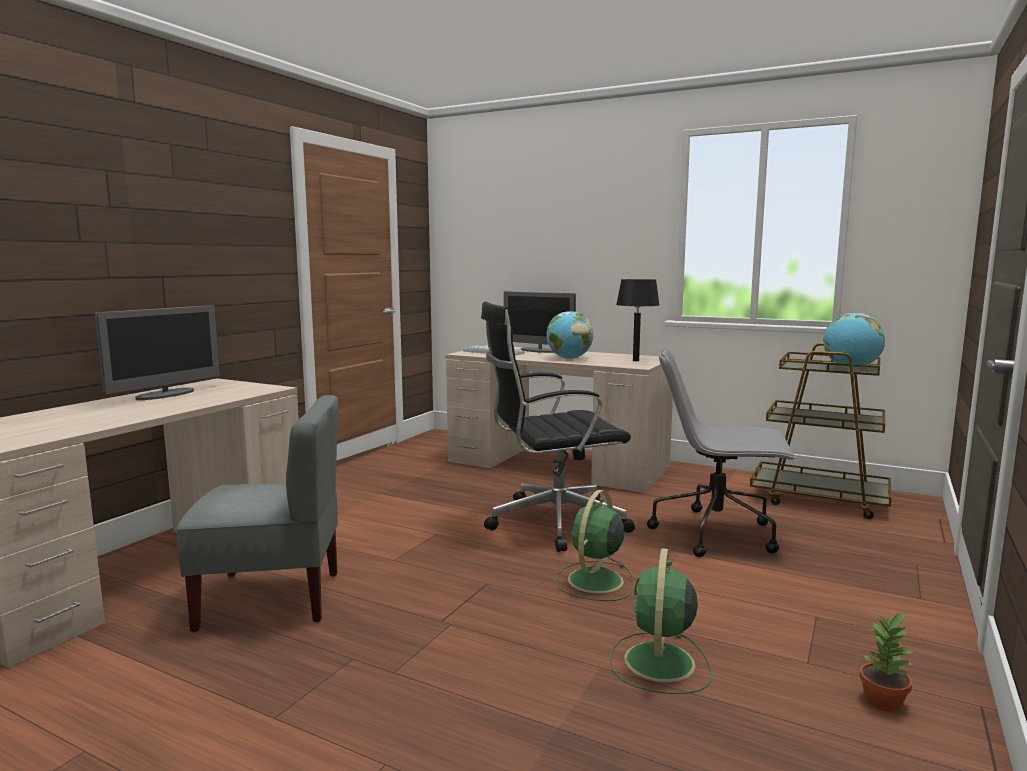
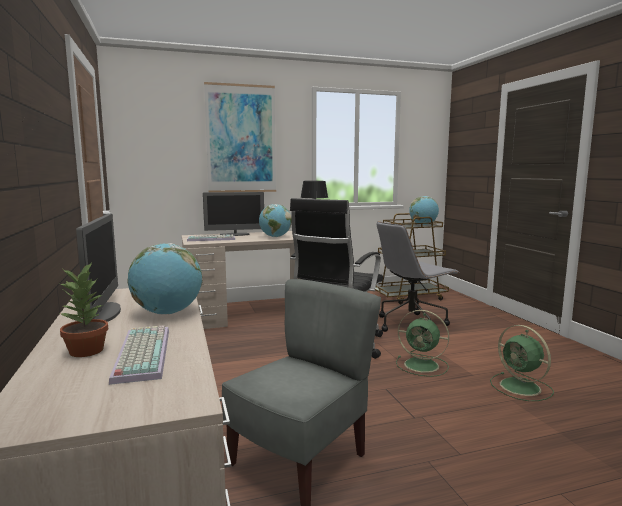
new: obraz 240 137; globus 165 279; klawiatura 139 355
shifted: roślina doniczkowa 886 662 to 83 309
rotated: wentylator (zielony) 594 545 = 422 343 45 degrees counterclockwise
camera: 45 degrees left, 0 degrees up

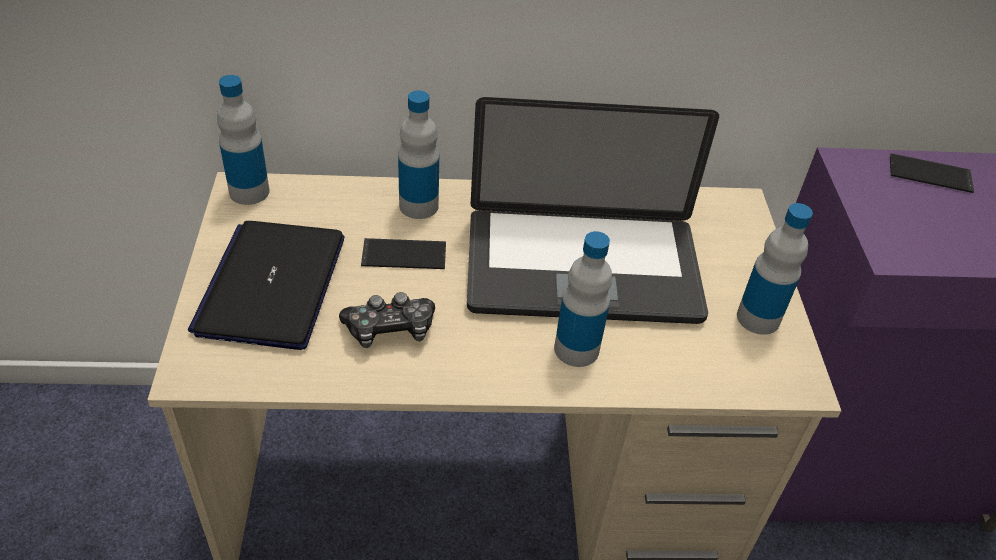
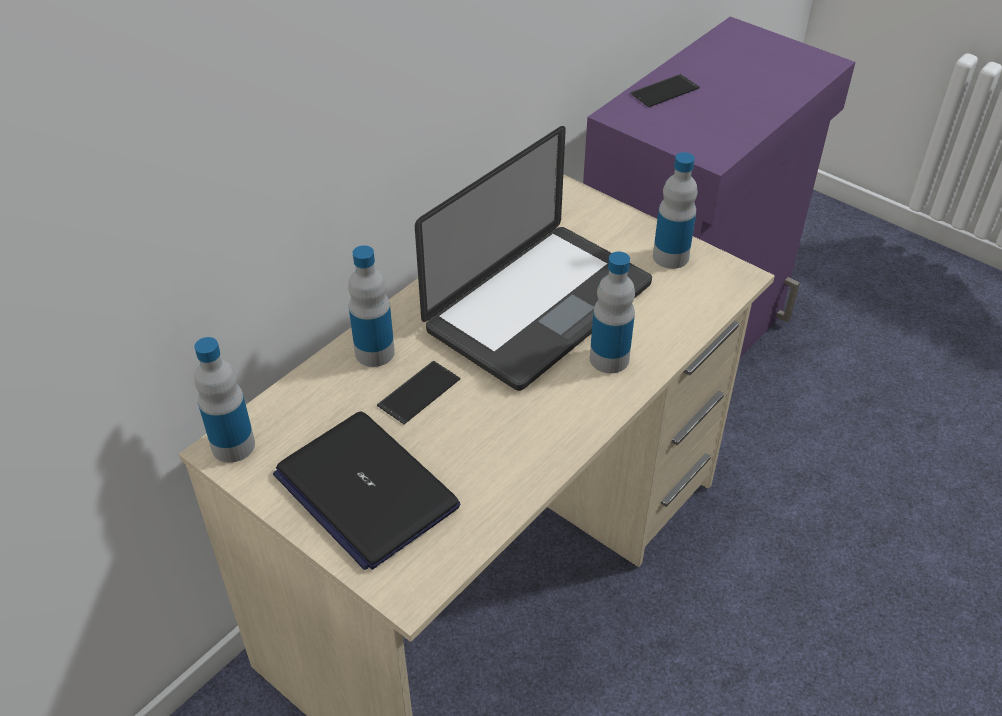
gone: pad do gier 387 320
camera: 45 degrees left, 0 degrees up

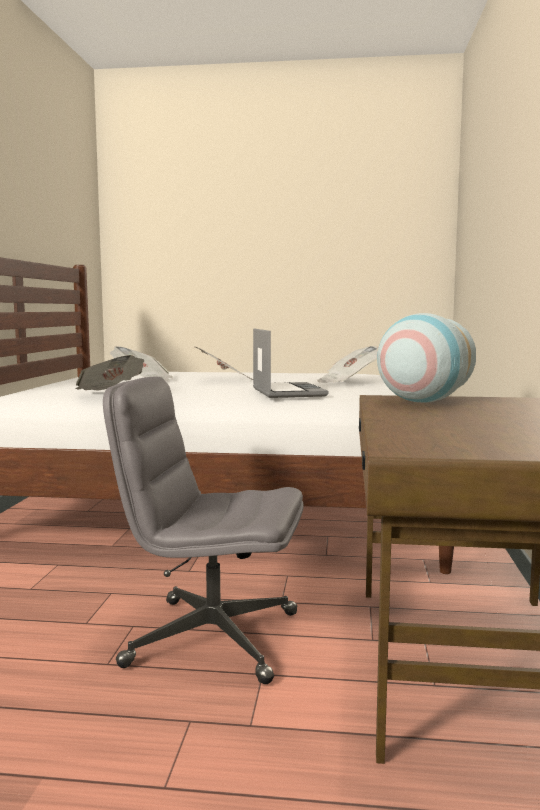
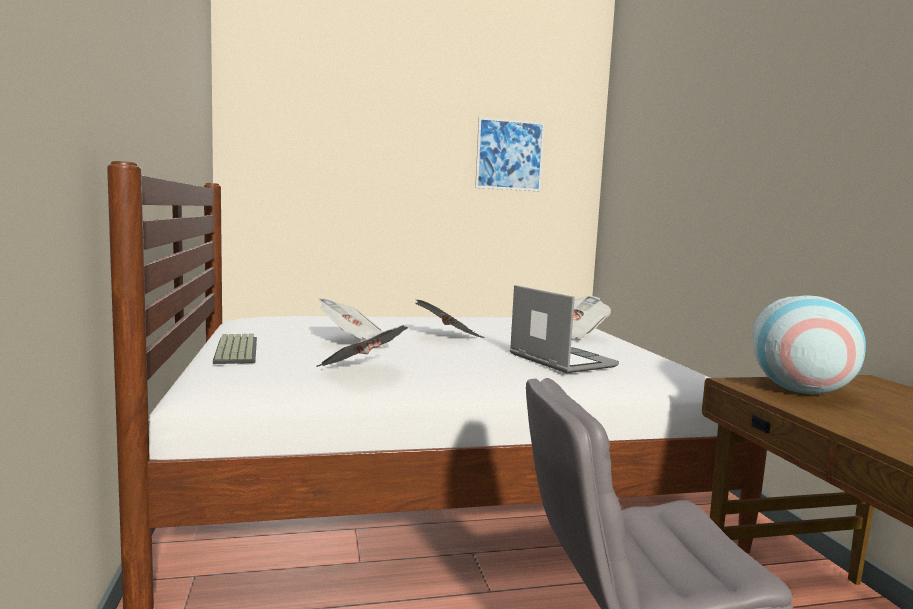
new: obraz 510 154; klawiatura 235 349
camera: 20 degrees left, 0 degrees up

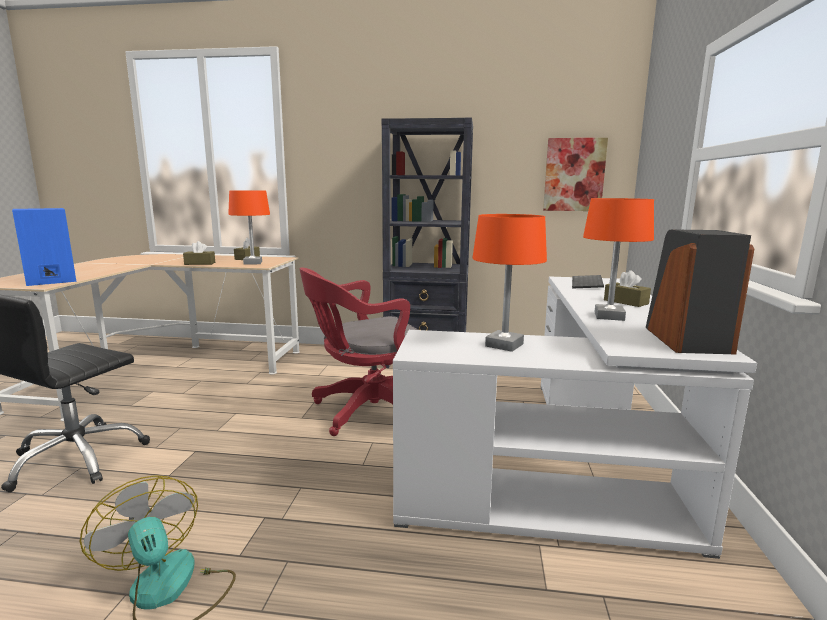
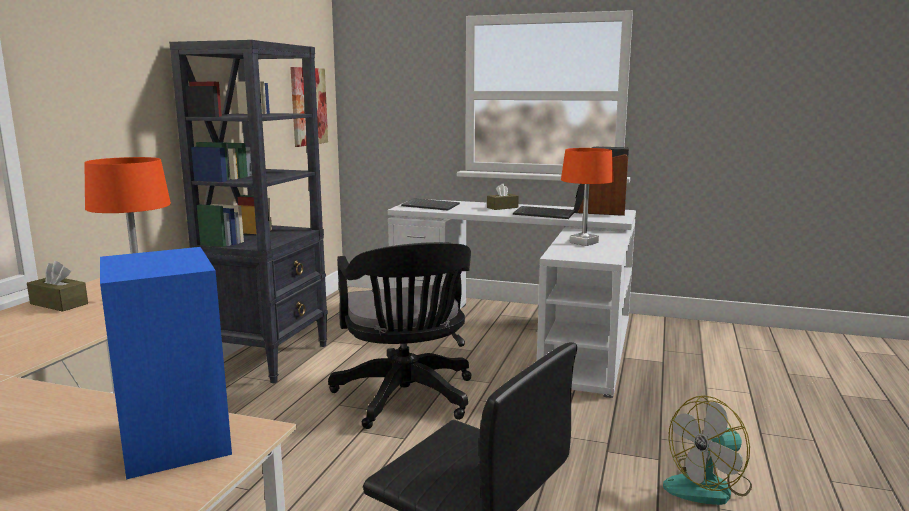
gone: pudełko chusteczek (brązowy) 199 253
swapped: lampa stołowa (pomarańczowy) 618 259 to klawiatura 544 212
repainted: krzesło biurowe (czerwony) 358 352 to krzesło biurowe (czarny) 399 335
camera: 80 degrees left, 0 degrees up

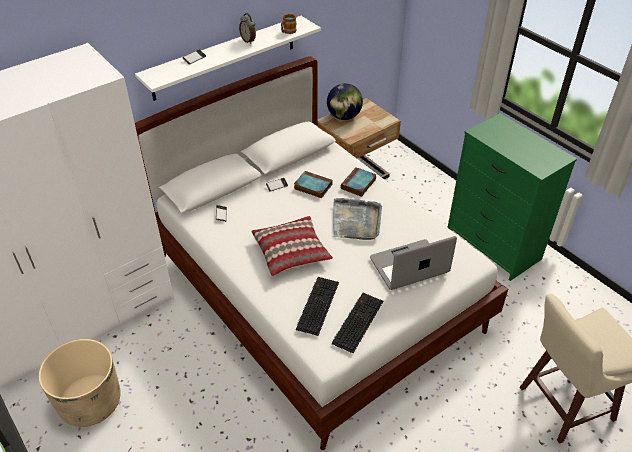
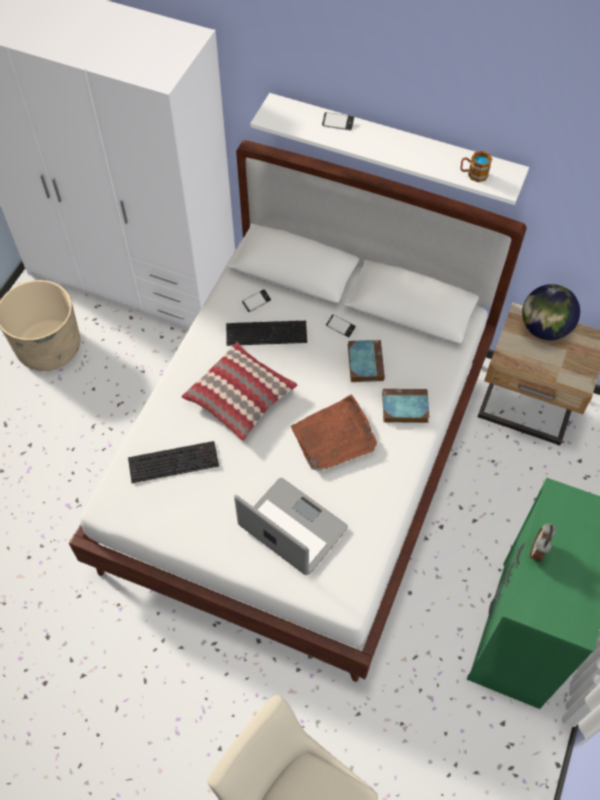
shifted: budzik 247 28 to 543 542; klawiatura 357 323 to 266 333
repainted: taca (szary) 357 219 to taca (brązowy) 334 432
camera: 60 degrees right, 15 degrees up

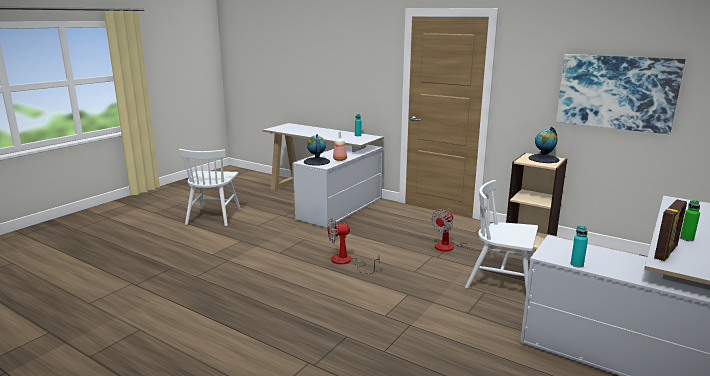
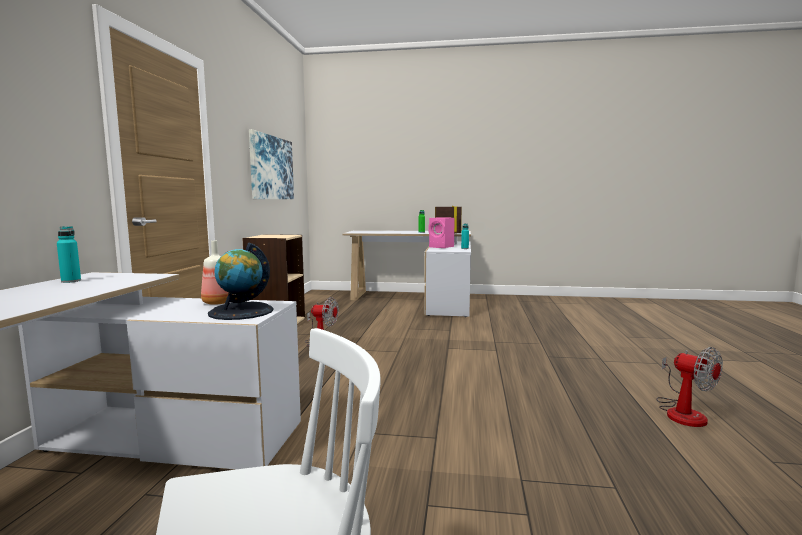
gone: globus 544 145; krzesło (biały) 501 235
new: głośnik (różowy) 441 232
shifted: wentylator 354 246 to 690 387
camera: 115 degrees left, 10 degrees down

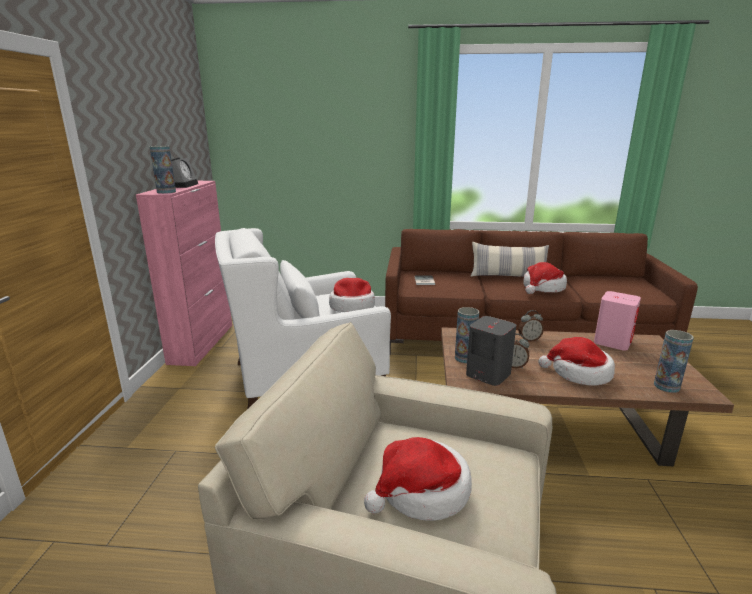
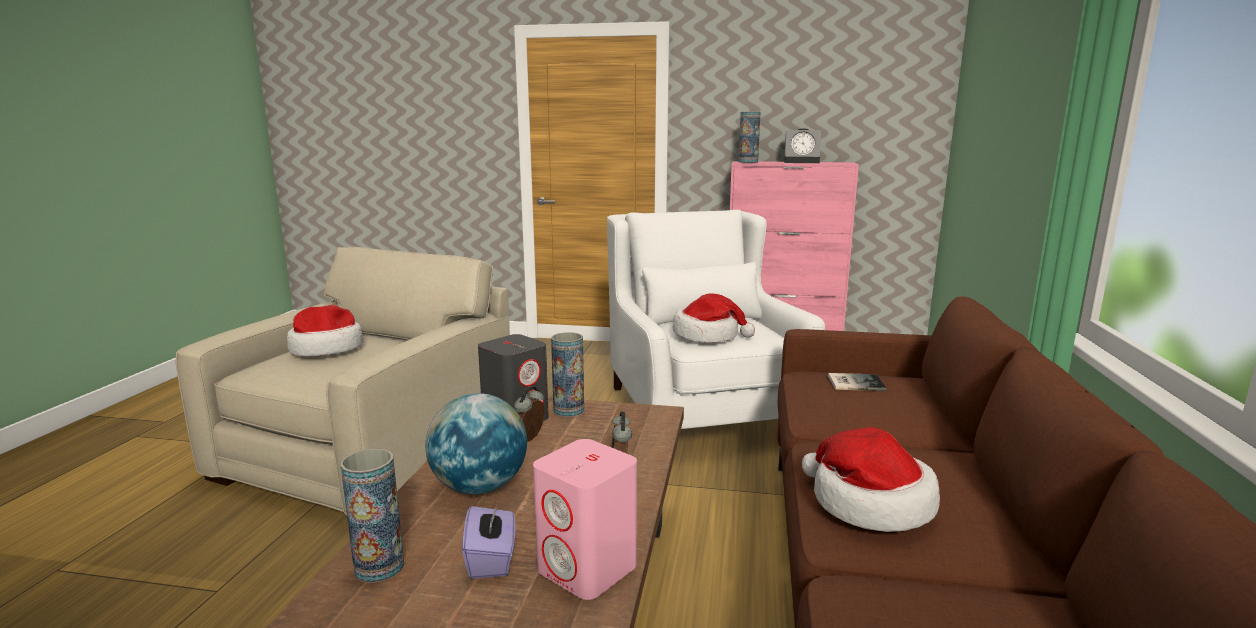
gone: poduszka 510 259
new: pudełko chusteczek (fioletowy) 488 542
swapped: kapelusz 576 361 to globus 476 444
camera: 95 degrees right, 5 degrees down

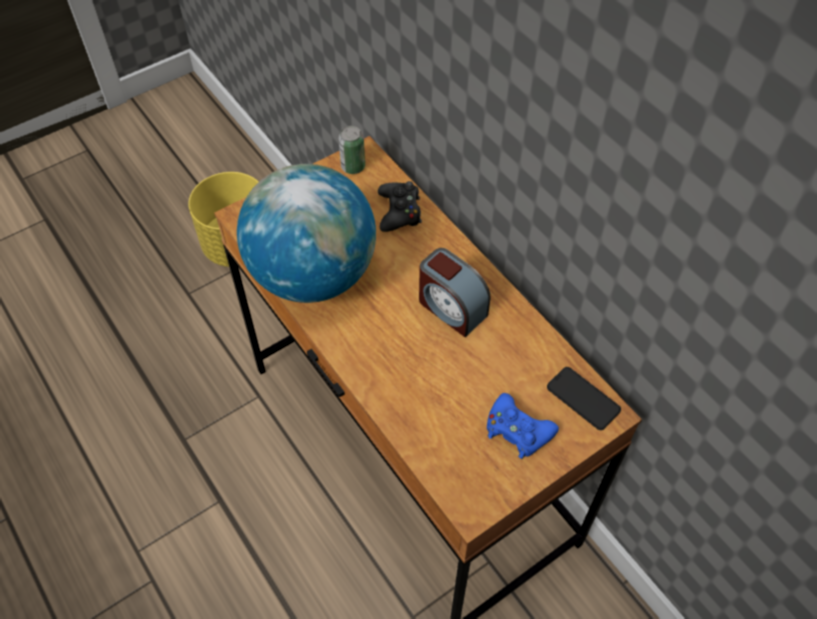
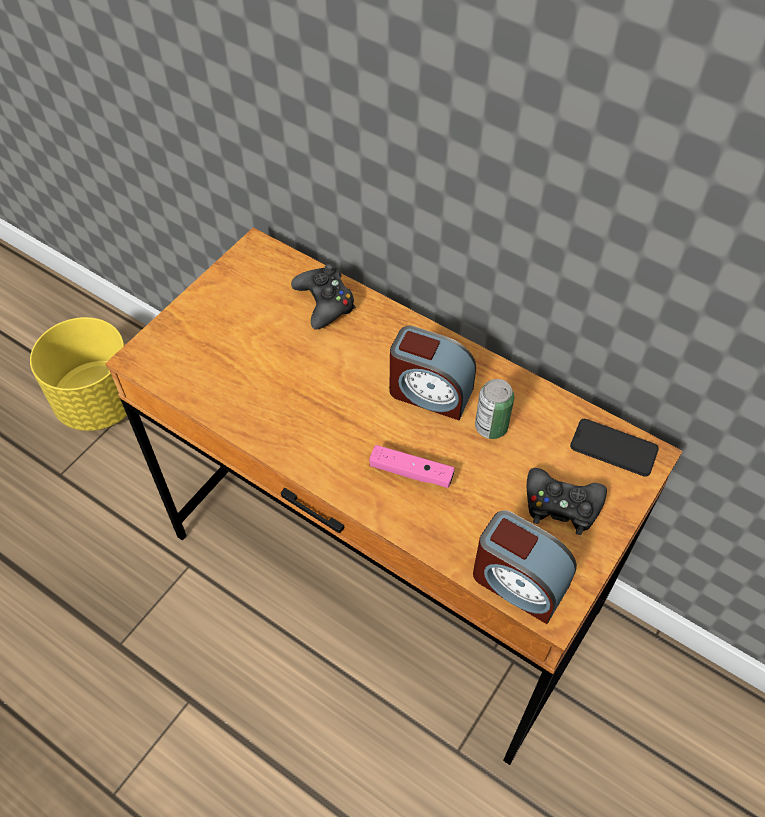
gone: globus 306 233
new: pad do gier (różowy) 412 466; budzik 525 567
shifted: puszka 351 150 to 494 409
repainted: pad do gier (niebieski) 523 426 to pad do gier (czarny) 567 501
camera: 20 degrees left, 0 degrees up

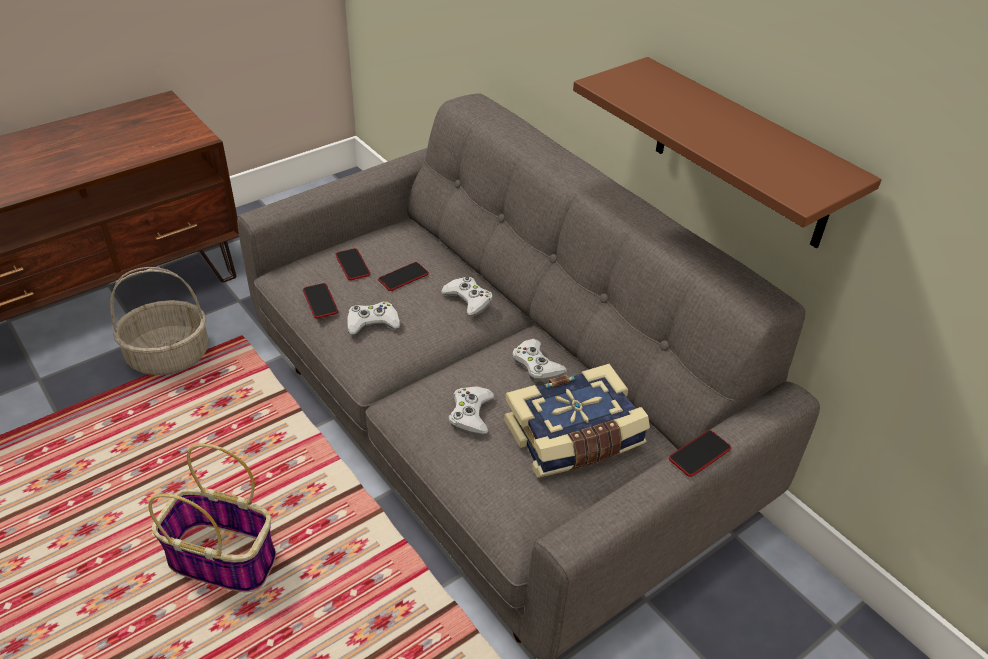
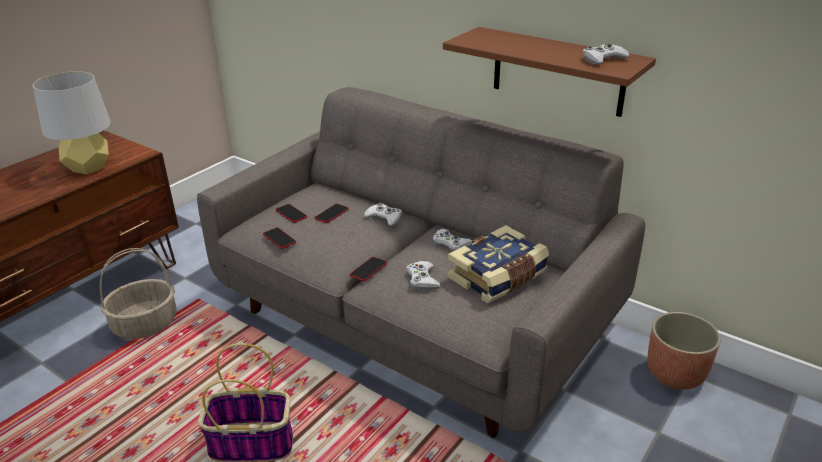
new: lampa stołowa (szary) 72 122; donica 684 351
shifted: pad do gier (biały) 373 318 to 606 54; telefon 700 453 to 368 269
camera: 15 degrees left, 10 degrees down

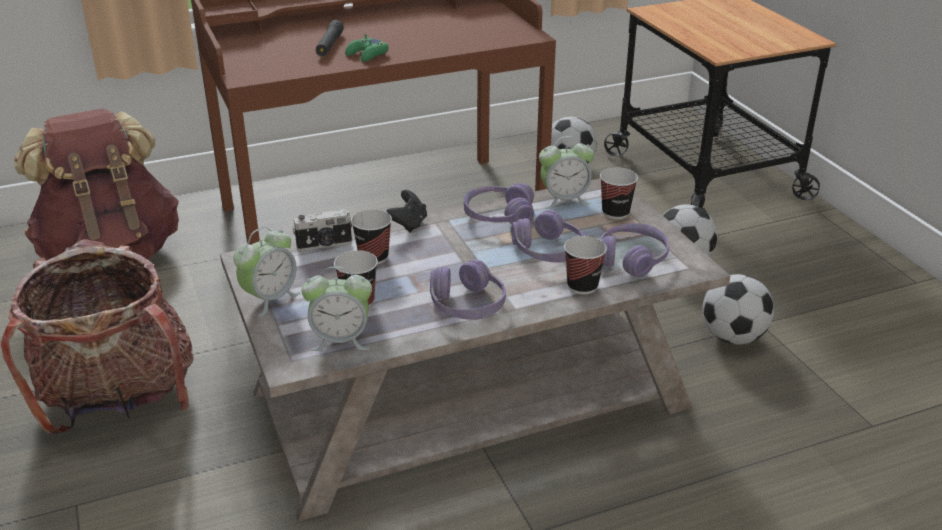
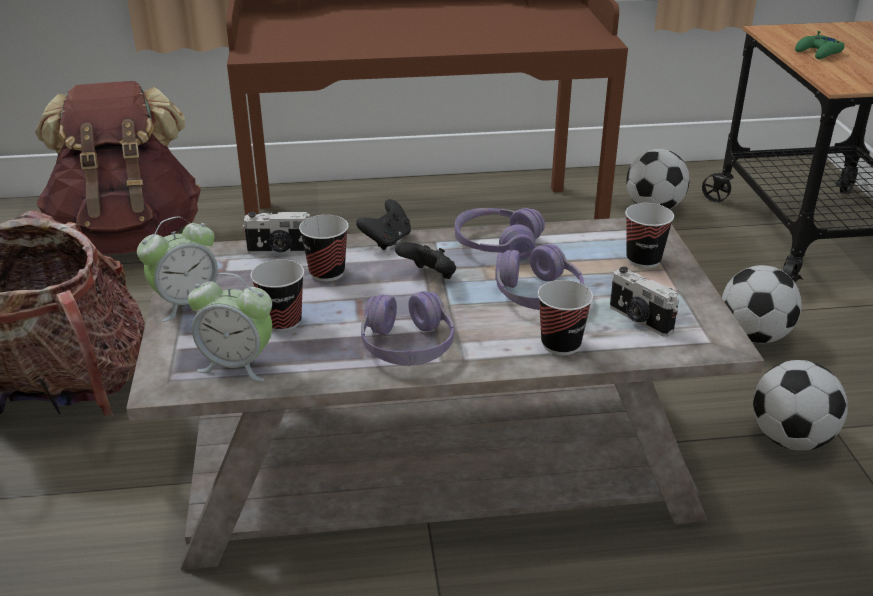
gone: latarka (czarny) 330 38; budzik 566 172
new: pad do gier (czarny) 425 260
shifted: pad do gier (zielony) 367 48 to 819 45
swapped: słuchawki (fioletowy) 634 250 to aparat fotograficzny 644 302
camera: 15 degrees right, 0 degrees up

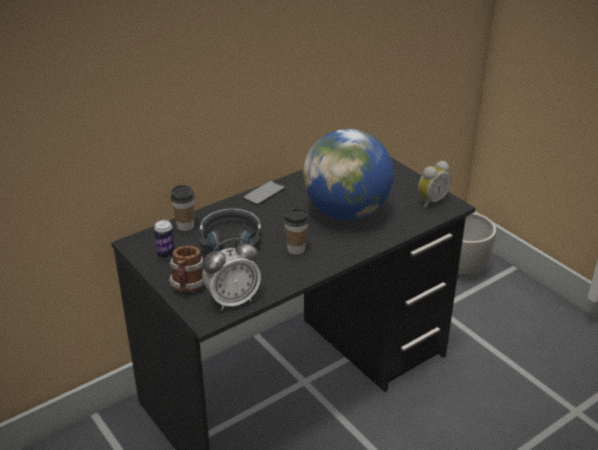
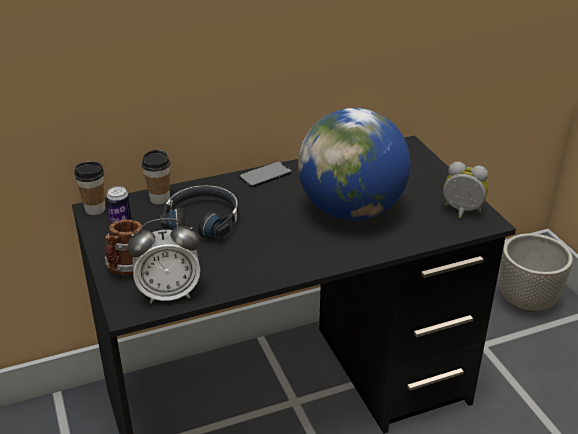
shifted: filiżanka 296 231 to 89 188
rotated: budzik 434 184 = 465 190 135 degrees counterclockwise
camera: 15 degrees right, 0 degrees up

